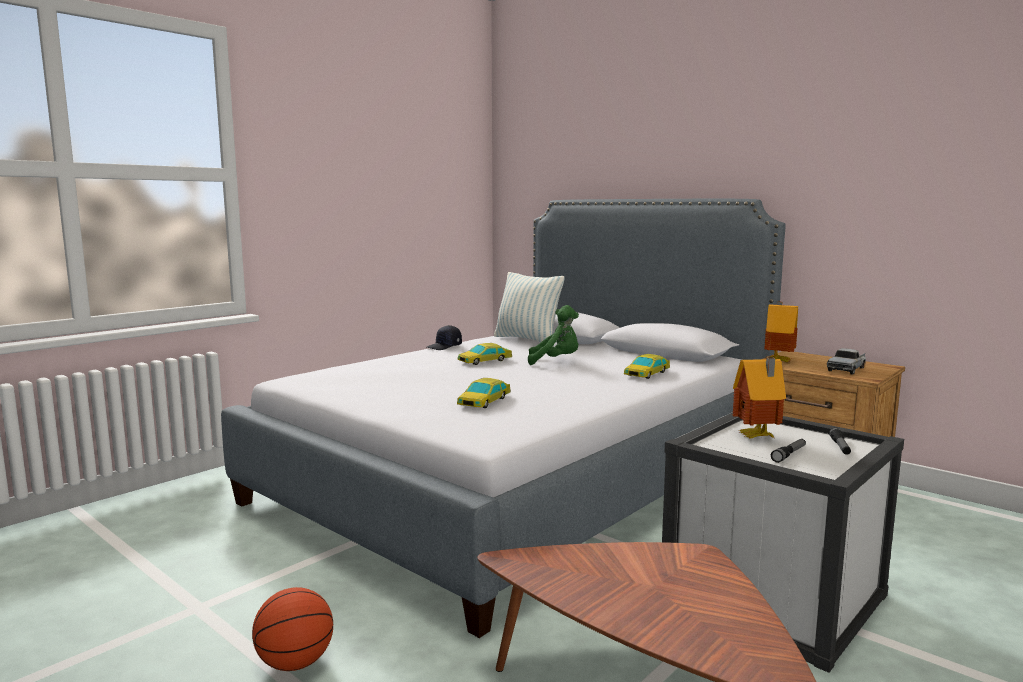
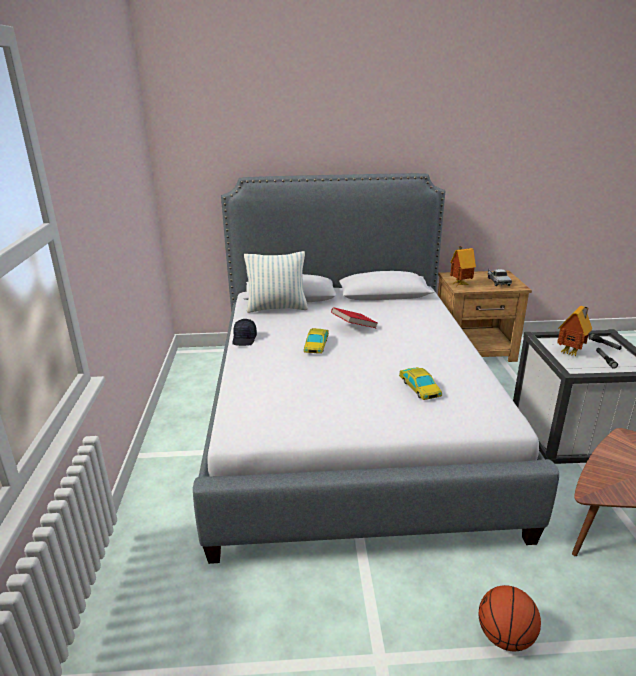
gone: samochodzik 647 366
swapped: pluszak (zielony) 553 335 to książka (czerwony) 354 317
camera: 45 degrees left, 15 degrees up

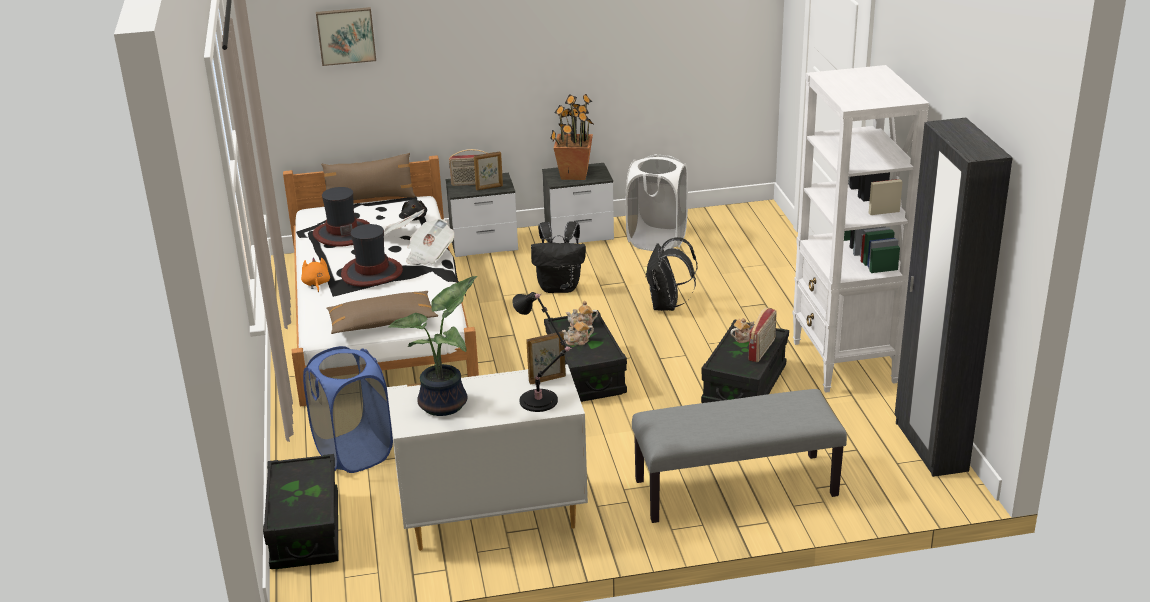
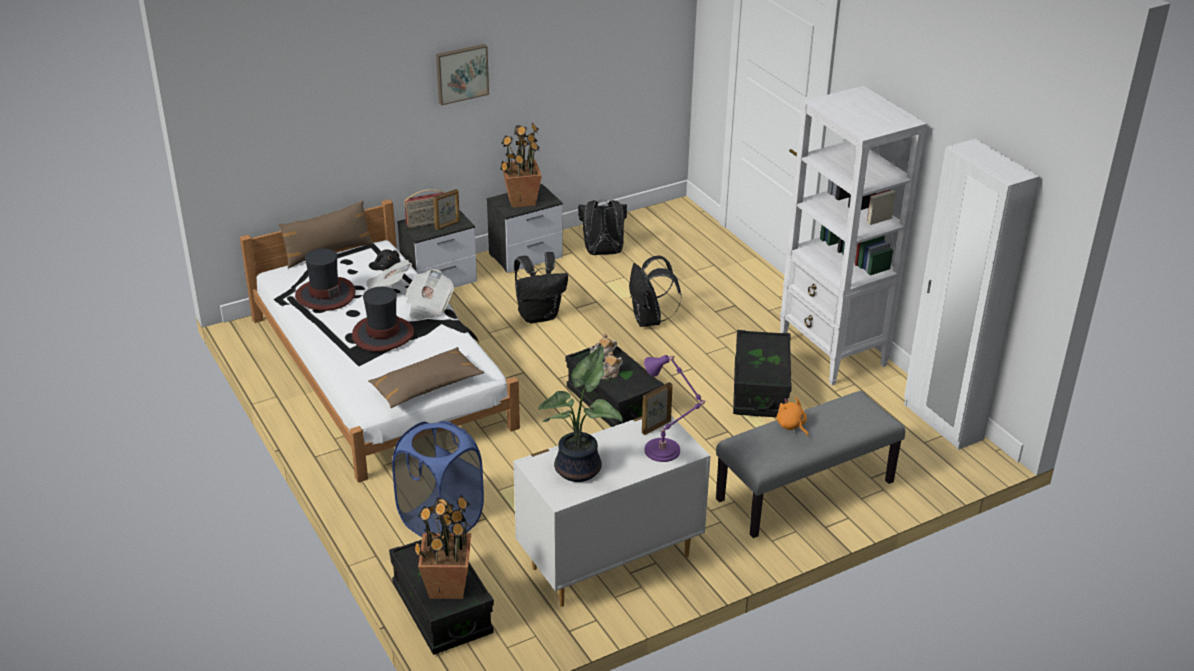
gone: radio 763 335; imbryk 742 330
new: roślina doniczkowa 443 546
shifted: obraz 346 36 to 462 74; pluszak (pomarańczowy) 315 275 to 793 417
swapped: kosz na pranie (biały) 657 202 to plecak (czarny) 602 227
repainted: szafa (czarny) 954 297 to szafa (biały) 971 294; lampa stołowa (czarny) 542 352 to lampa stołowa (fioletowy) 675 408
camera: 20 degrees left, 5 degrees up

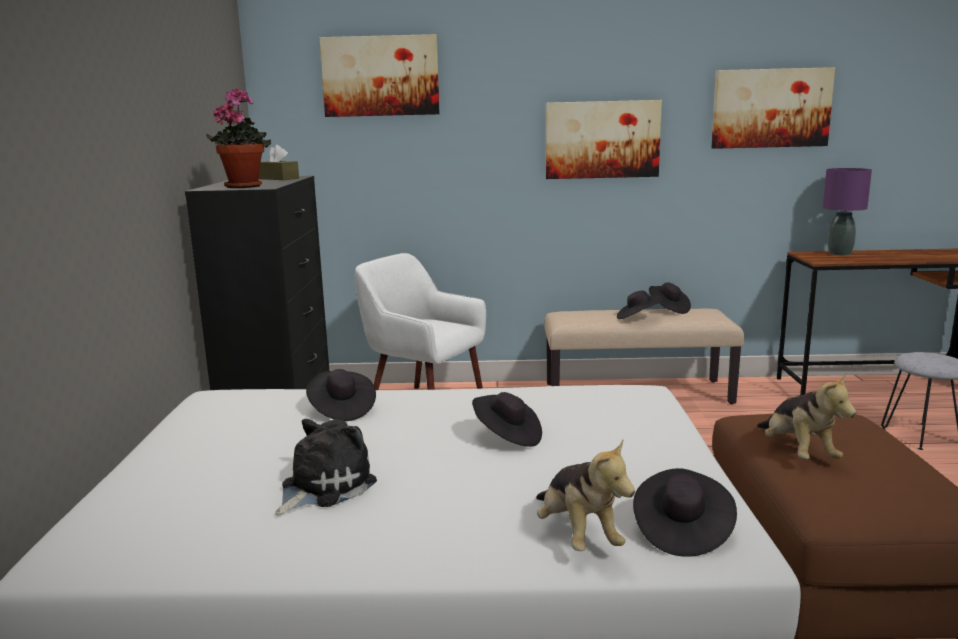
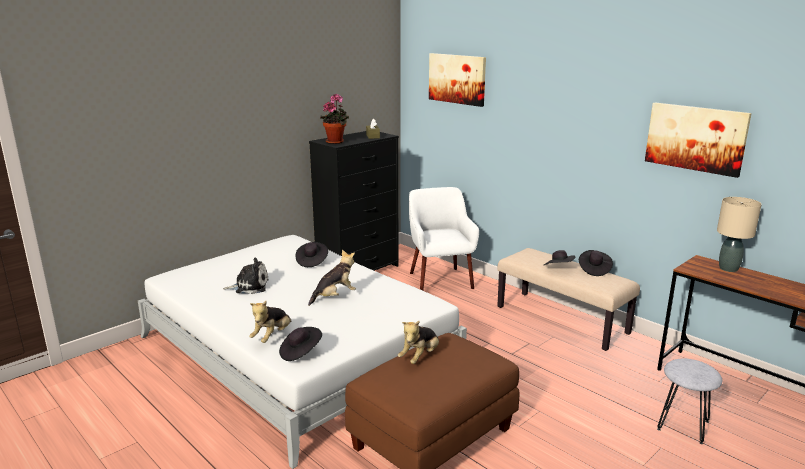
gone: obraz 604 139
swapped: kapelusz (czarny) 507 419 to pluszak 332 278
repainted: lampa stołowa (fioletowy) 847 212 to lampa stołowa (beżowy) 739 234
camera: 45 degrees right, 5 degrees up

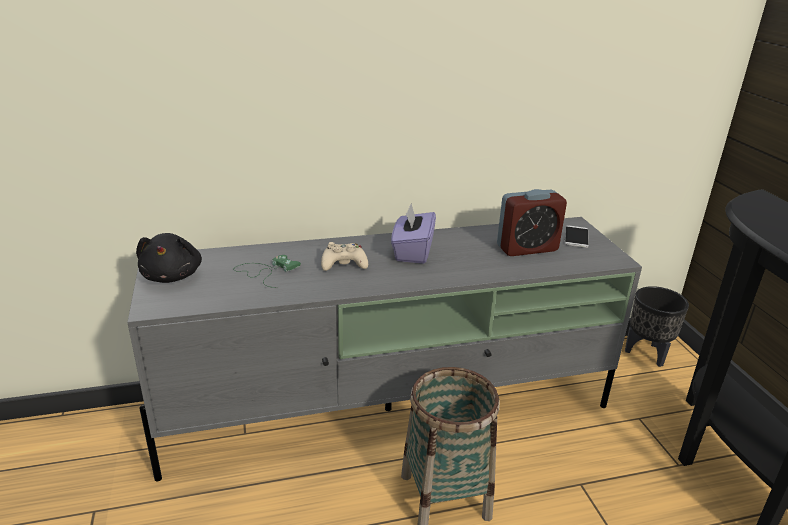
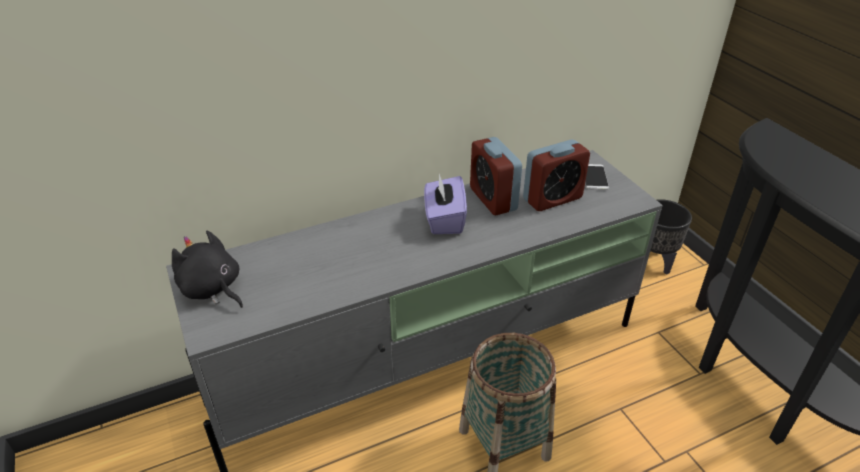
gone: pad do gier (beżowy) 344 256; pad do gier (zielony) 267 271
new: budzik 496 176
rotated: pluszak (czarny) 169 258 = 207 269 150 degrees clockwise
camera: 10 degrees left, 10 degrees up

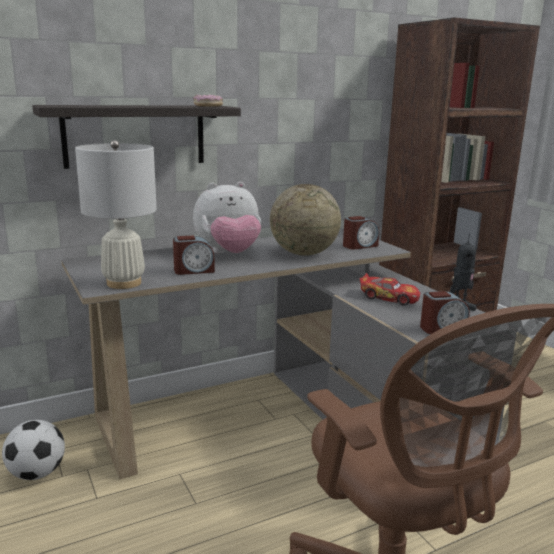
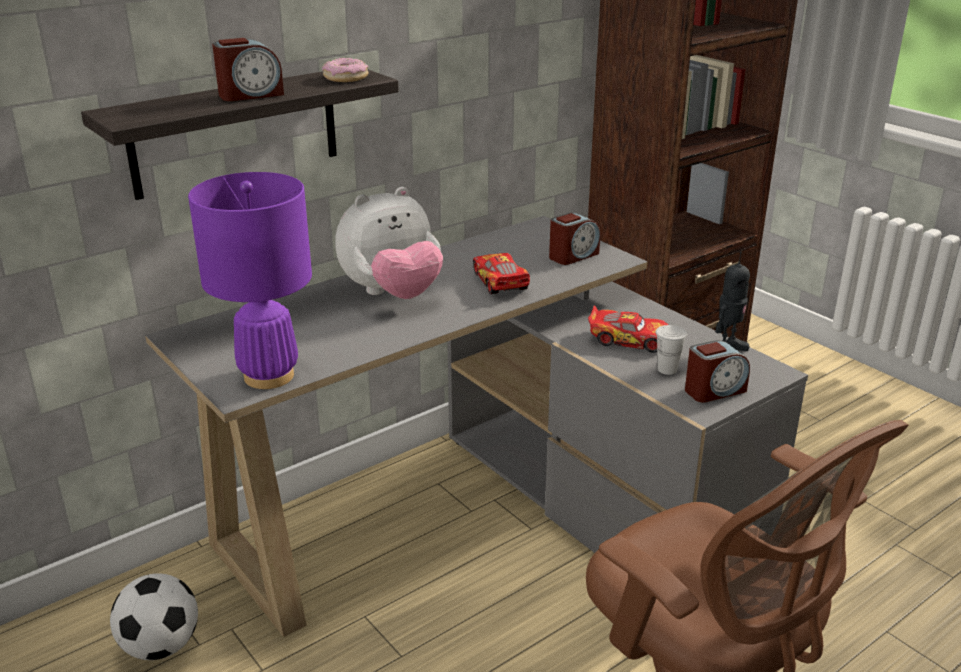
new: filiżanka (biały) 671 350
shifted: budzik 194 255 to 248 69
swapped: globus 305 220 to samochodzik 501 273
repainted: lampa stołowa (biały) 116 214 to lampa stołowa (fioletowy) 250 280
camera: 10 degrees left, 10 degrees up

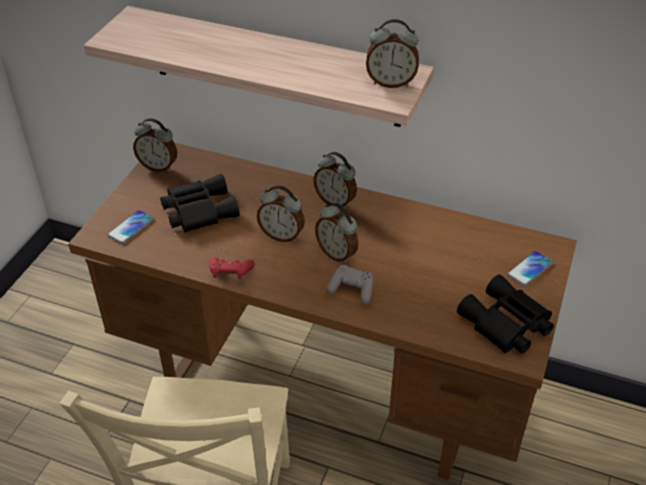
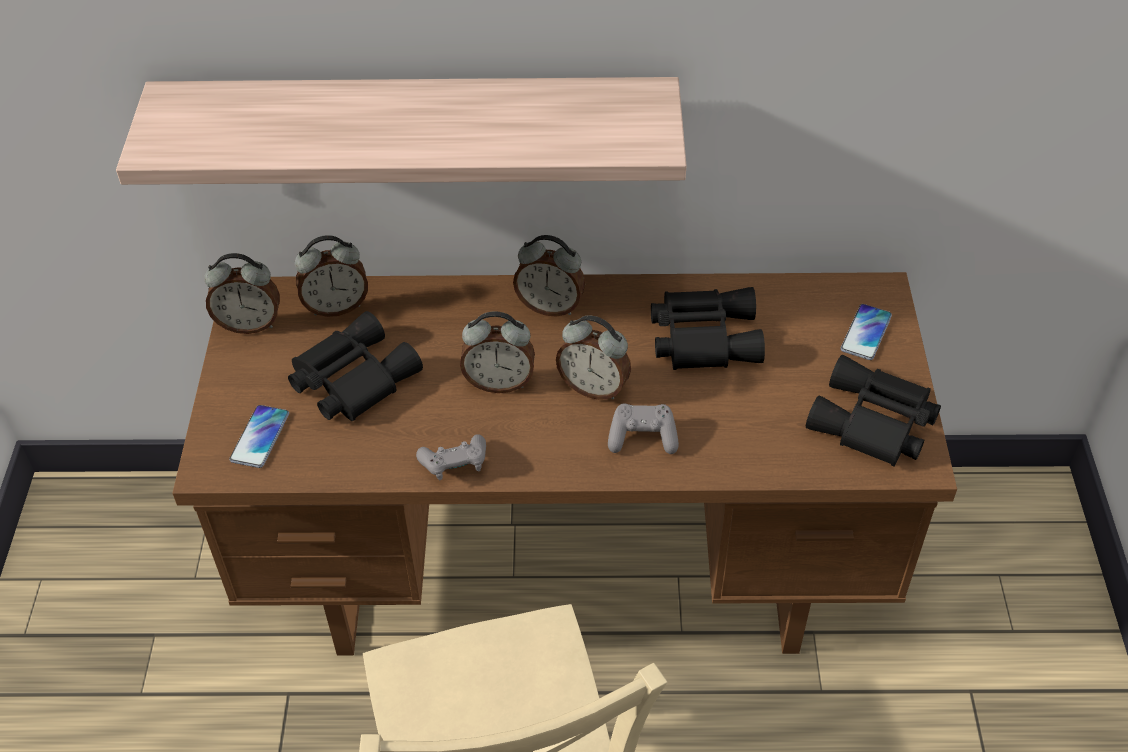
new: lornetka (czarny) 708 328
shifted: budzik 392 53 to 331 276
repainted: pad do gier (czerwony) 232 268 to pad do gier (szary) 451 457
camera: 20 degrees left, 5 degrees up

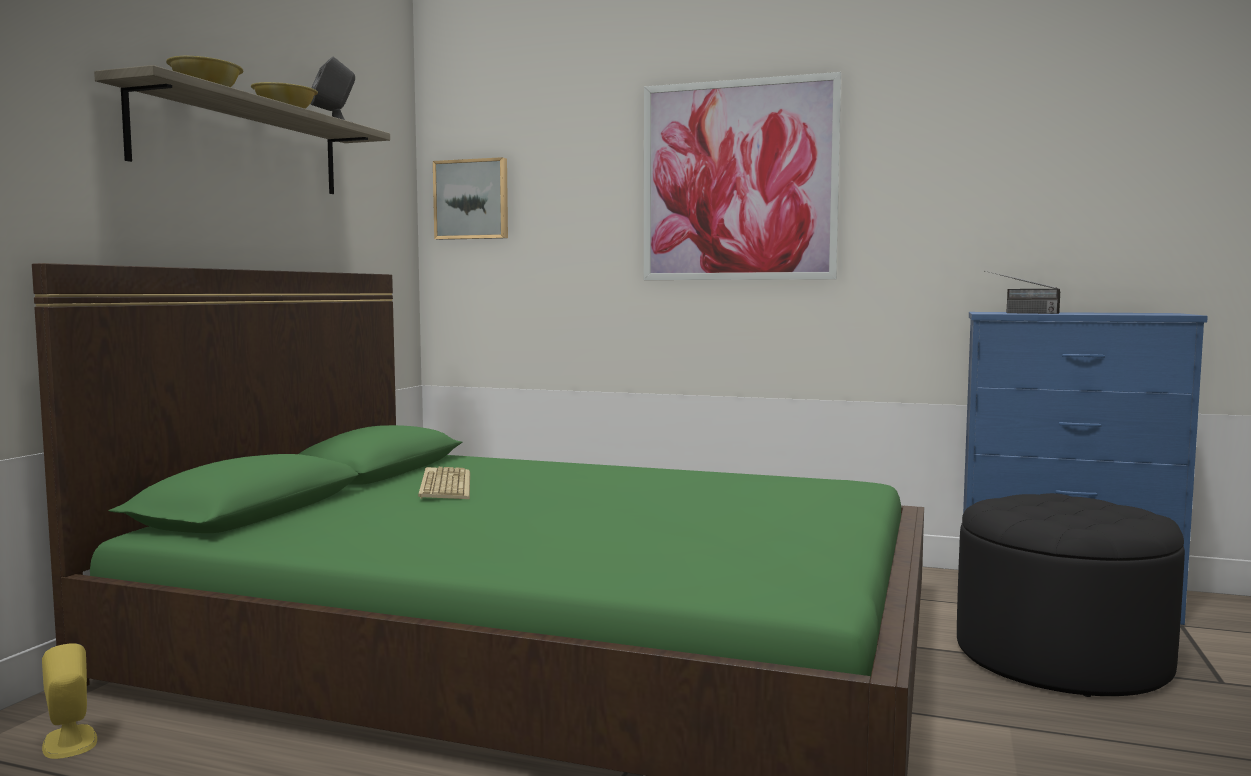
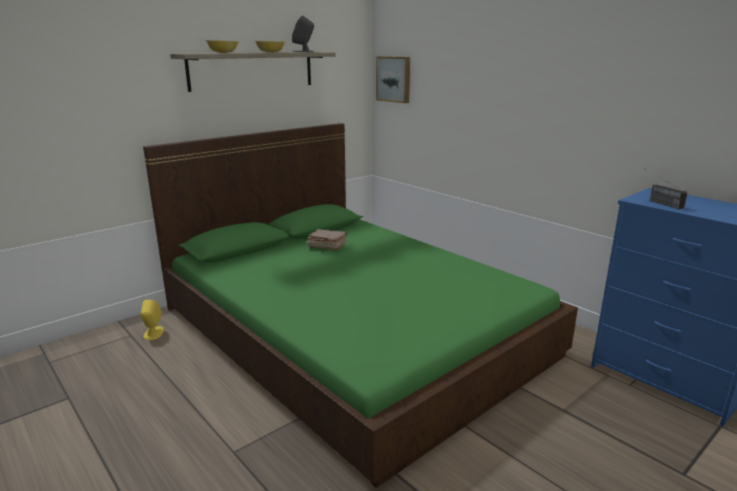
gone: obraz 743 176; pufa (czarny) 1071 595
swapped: klawiatura 444 483 to książka (brązowy) 327 239
camera: 30 degrees right, 15 degrees up

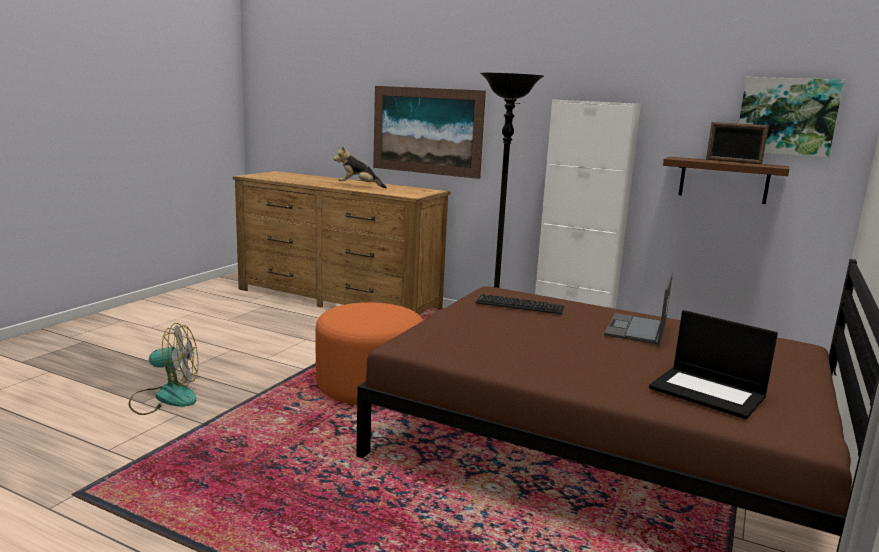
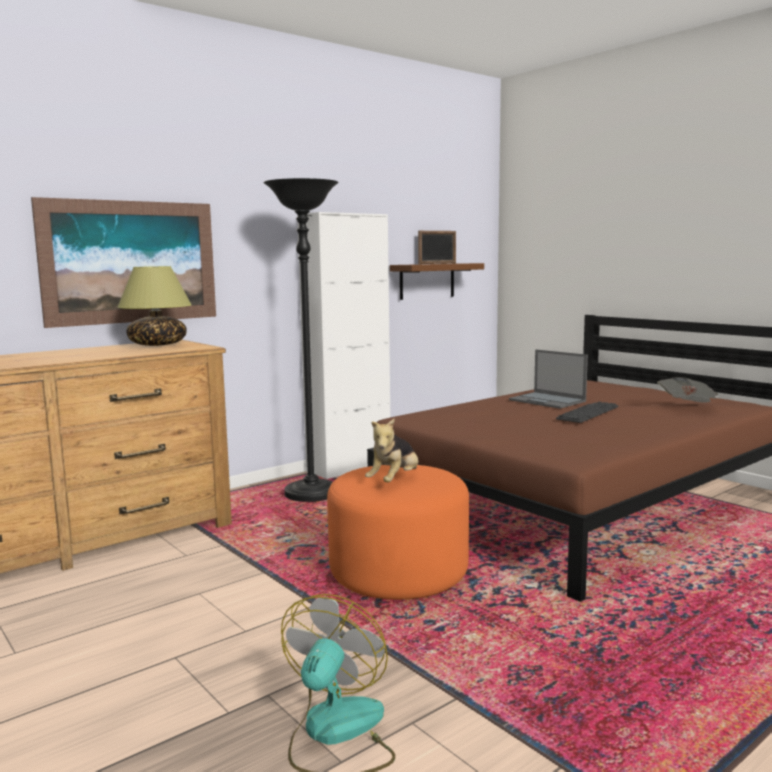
gone: obraz 791 117
new: lampa stołowa 154 306
shifted: pluszak 360 167 to 391 450; klawiatura 519 304 to 587 412
swapped: laptop 713 364 to gazeta 687 389
camera: 65 degrees left, 5 degrees down

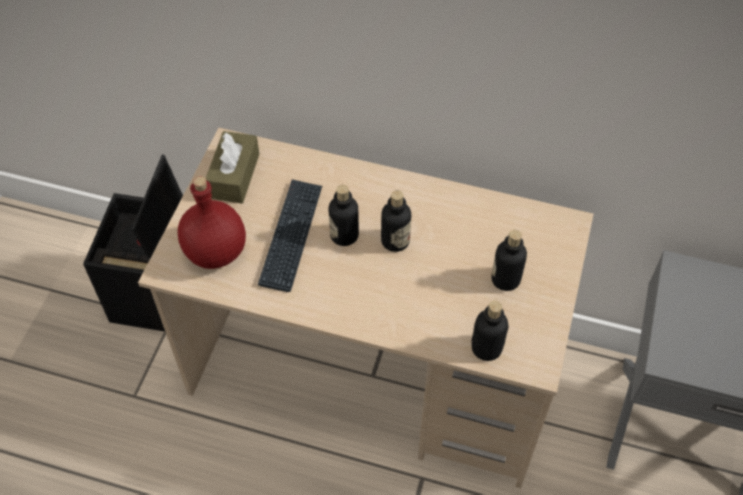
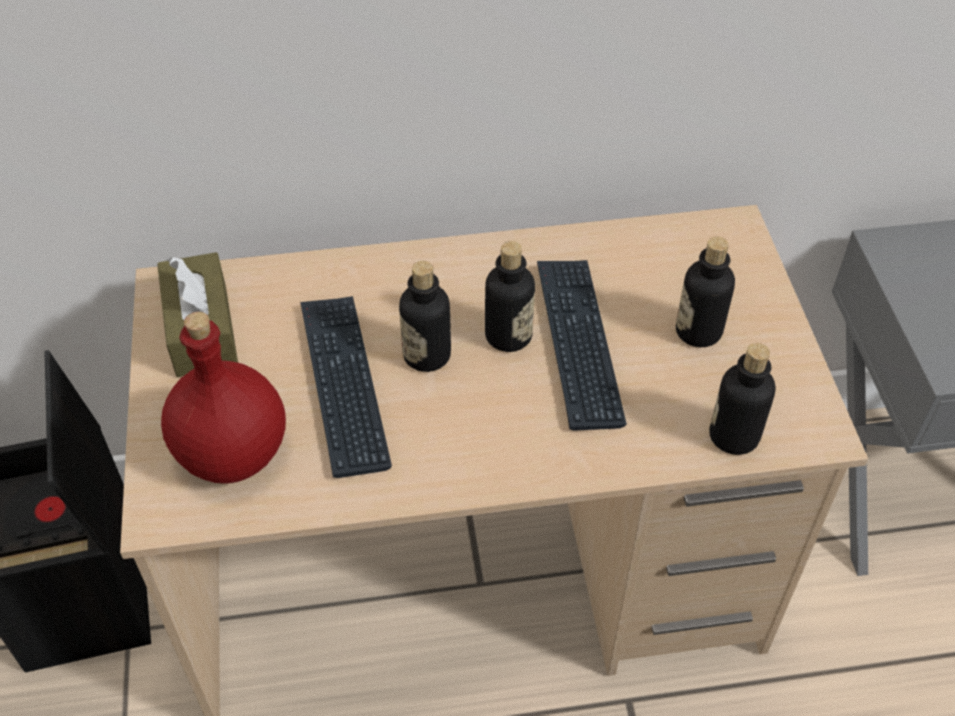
new: klawiatura 582 345
camera: 25 degrees left, 5 degrees down

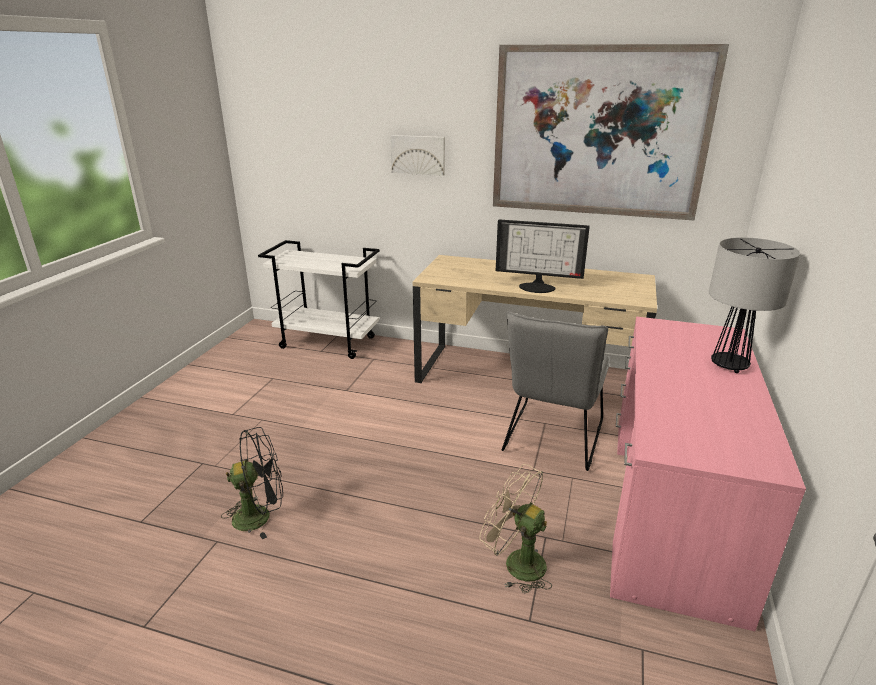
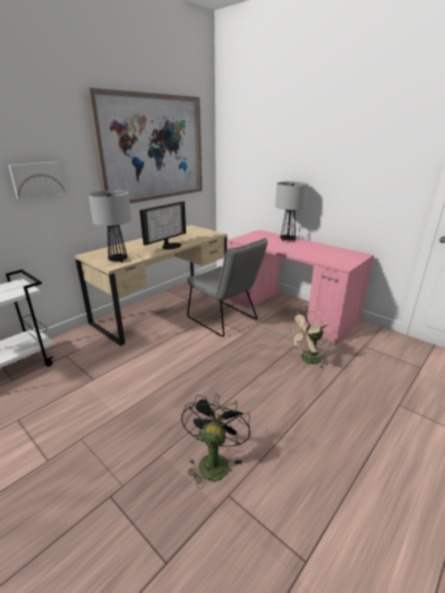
new: lampa stołowa 110 226
camera: 65 degrees left, 0 degrees up

